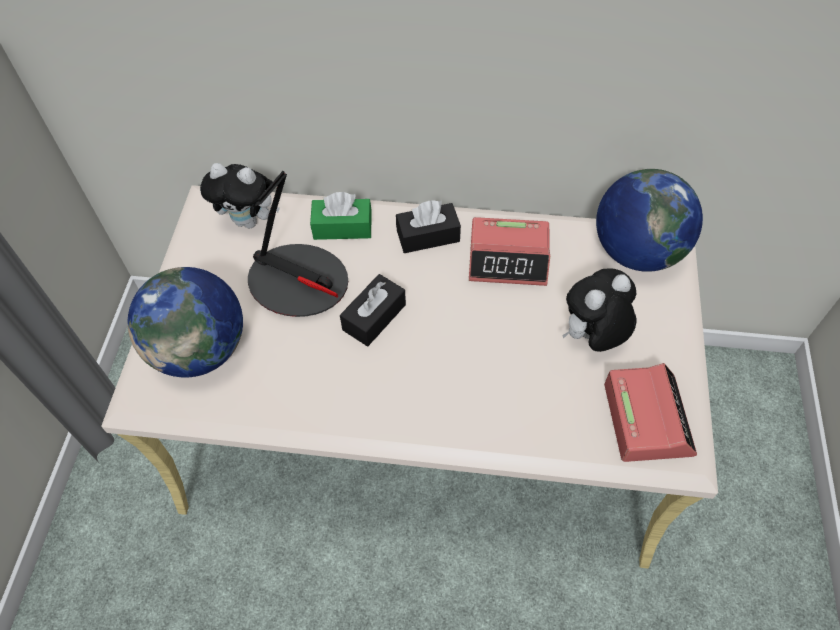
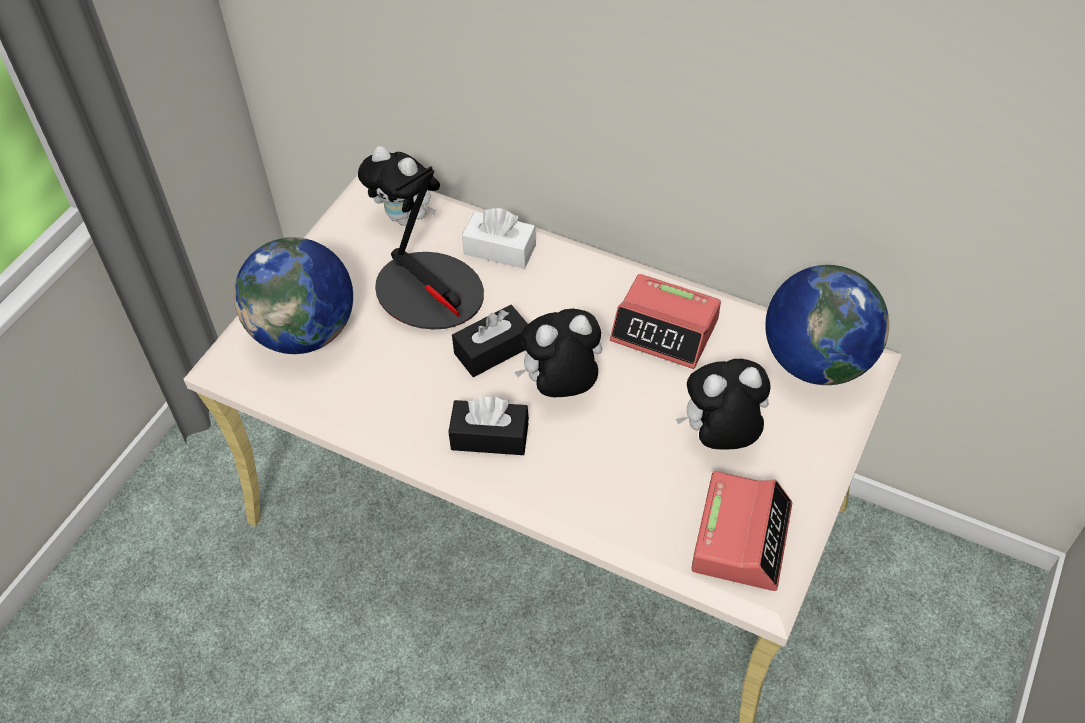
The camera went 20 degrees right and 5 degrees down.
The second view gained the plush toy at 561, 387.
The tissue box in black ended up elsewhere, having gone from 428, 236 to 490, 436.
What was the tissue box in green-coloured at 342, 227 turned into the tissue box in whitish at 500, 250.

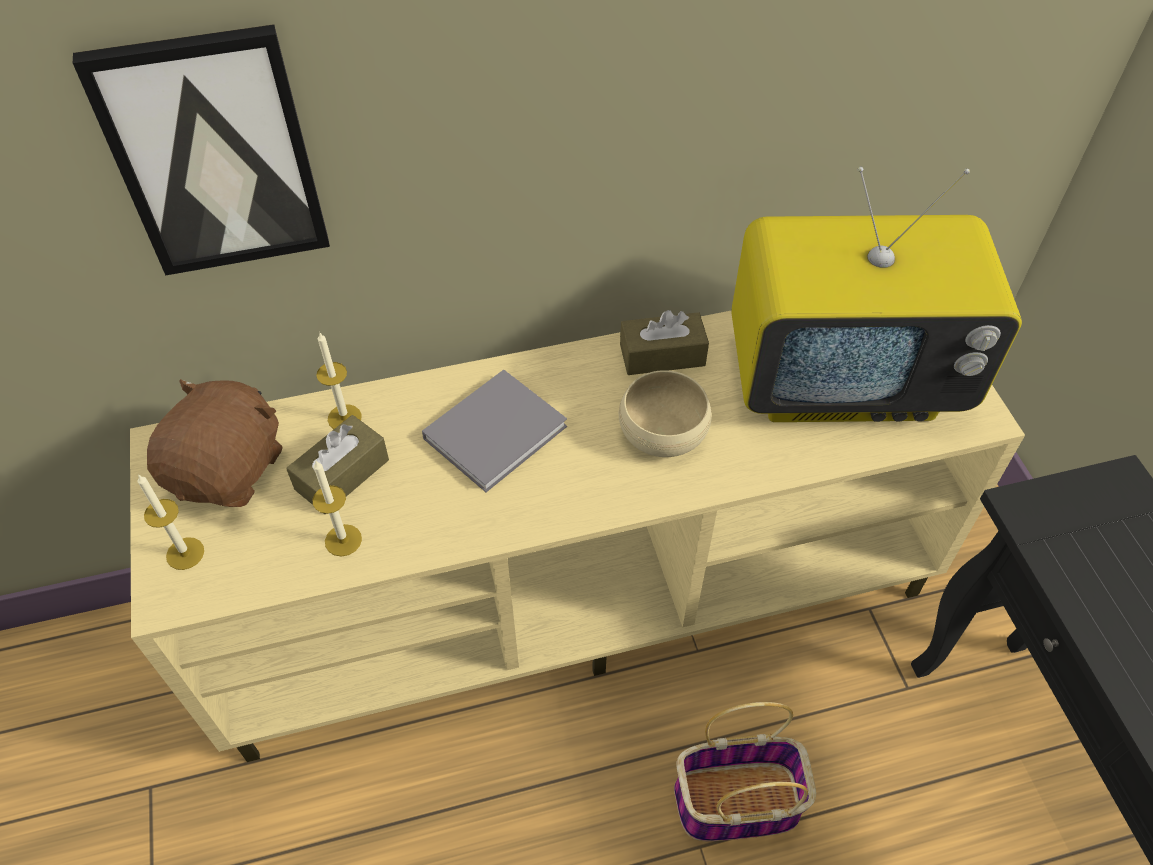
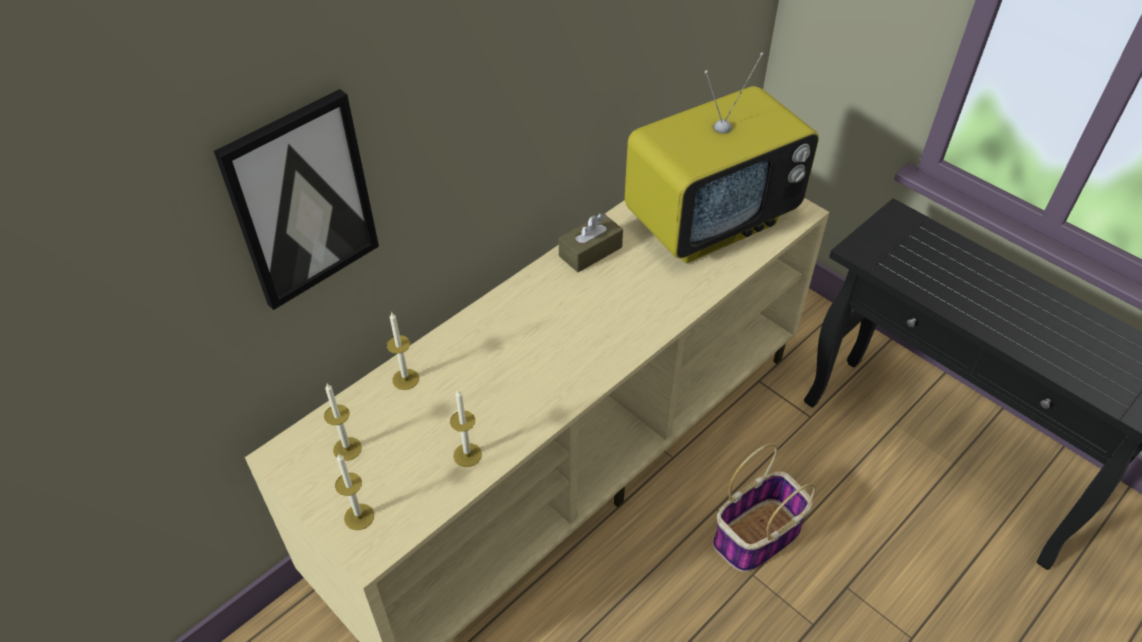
The camera went 30 degrees left and 5 degrees down.
The second view lost the tissue box in brown-coloured at 342, 474.
The second view lost the bound book in greyish at 498, 430.
The second view lost the bowl in beige-coloured at 663, 431.
Where the plush toy in brown-coloured stood at 229, 469, the wax light came to stand at 347, 449.

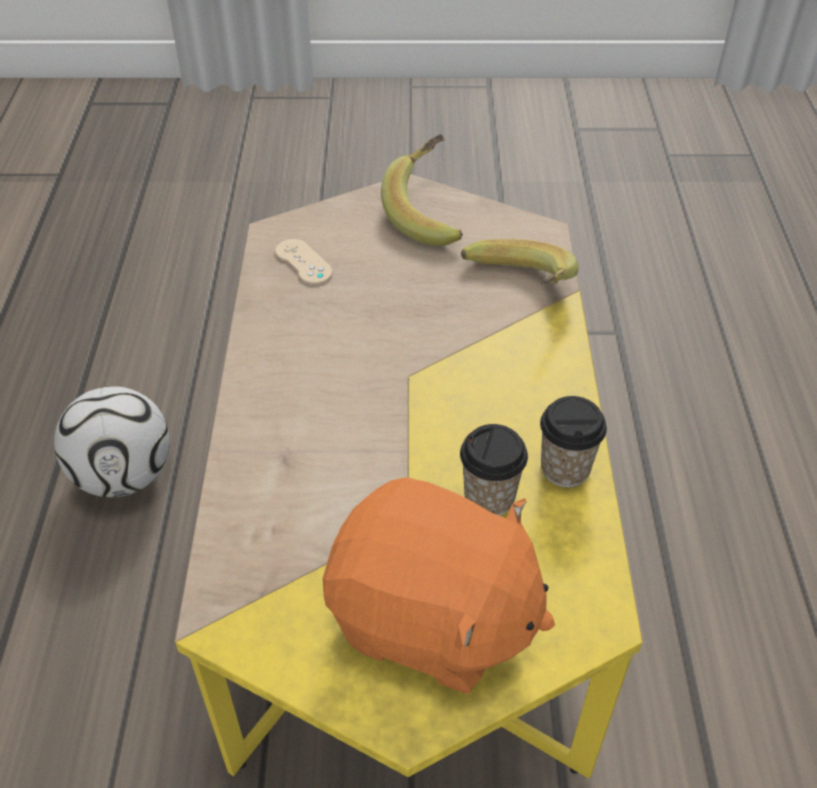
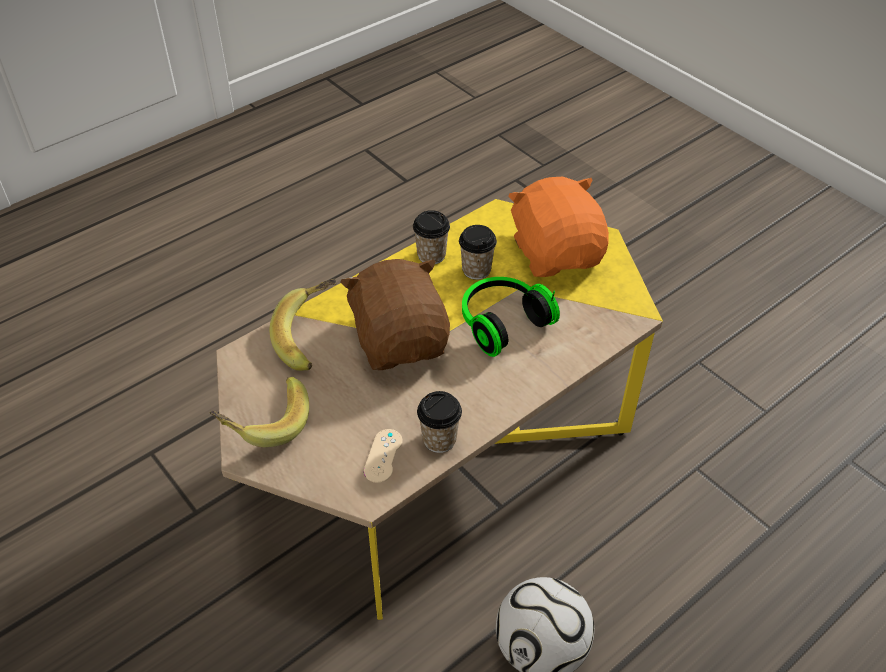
The camera went 130 degrees left and 0 degrees up.
The second view gained the plush toy in brown-coloured at 400, 341.
The second view gained the cup at 439, 439.
The second view gained the headset at 501, 323.

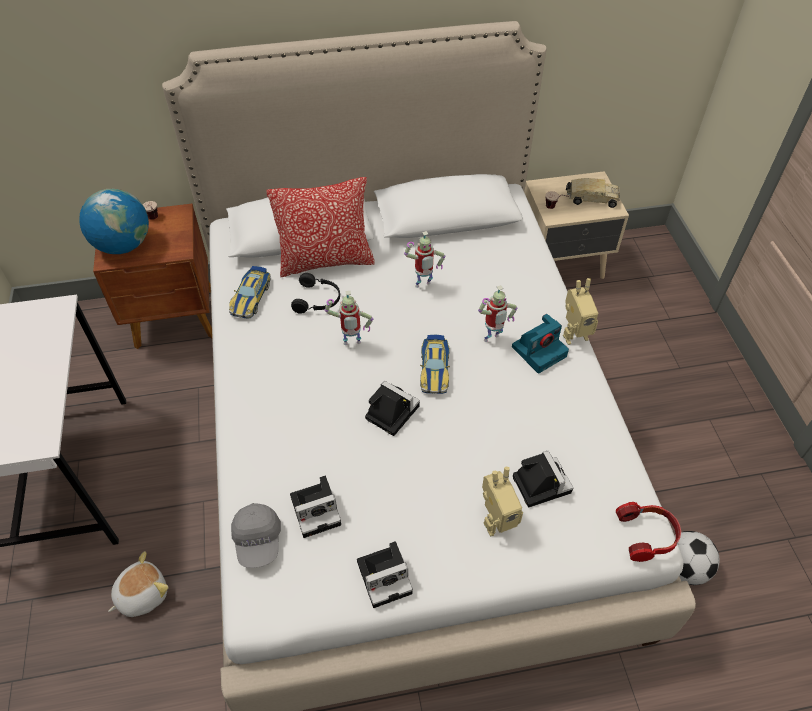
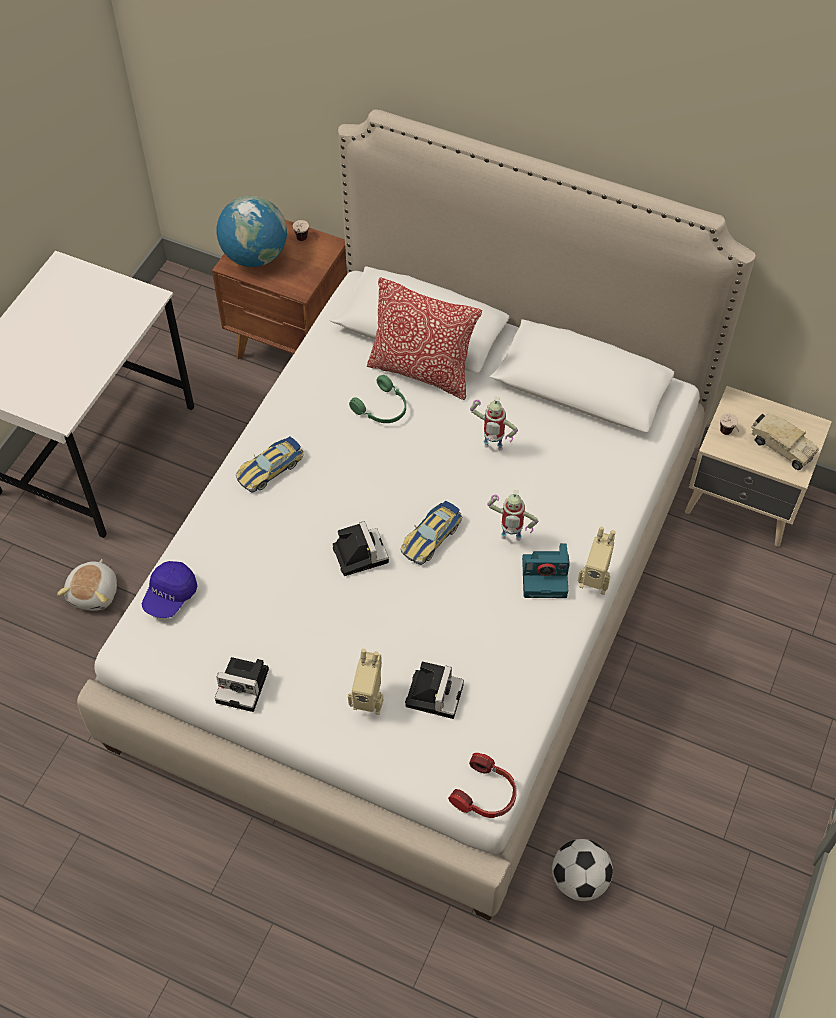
The camera went 35 degrees right and 5 degrees up.
The second view lost the photo camera at 317, 509.
The second view lost the toy robot at 351, 345.
The model car ended up elsewhere, having gone from 251, 297 to 270, 469.
What was the cap in greyish at 258, 540 turned into the cap in bluish at 170, 596.
What was the headset in black at 318, 300 turned into the headset in green-coloured at 382, 408.
The plush toy at 142, 594 ended up facing another way, 105 degrees clockwise from before.

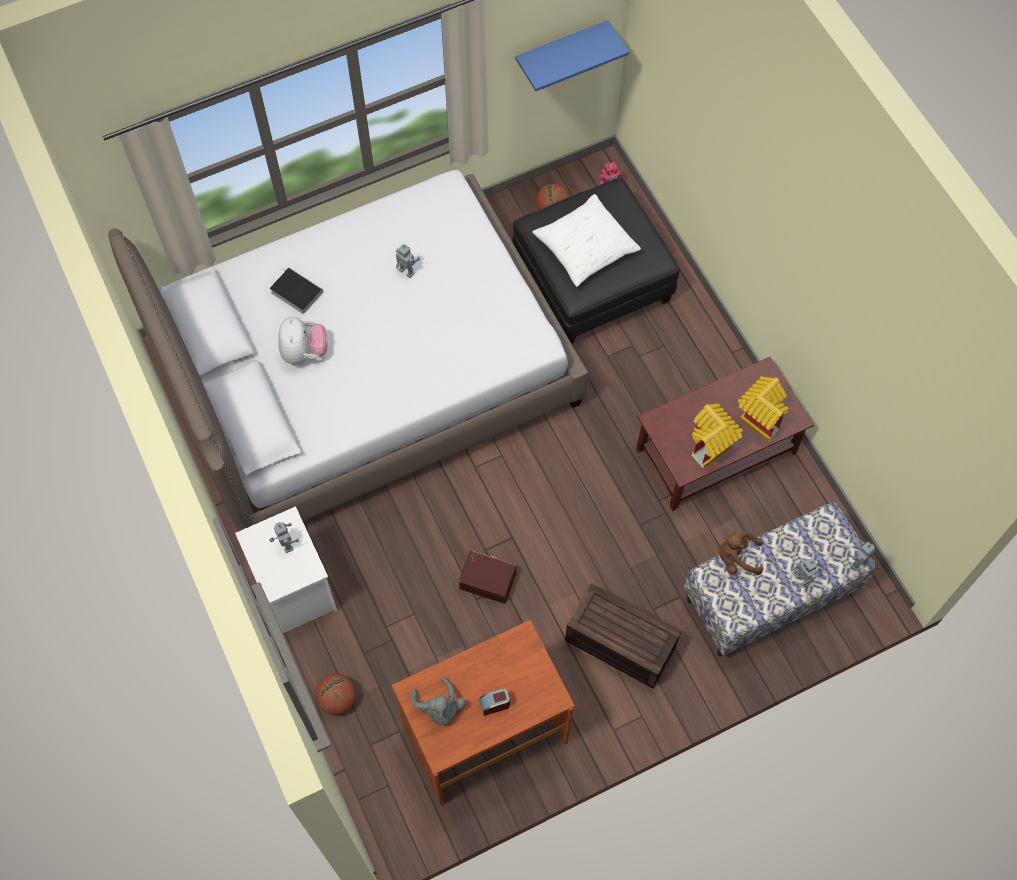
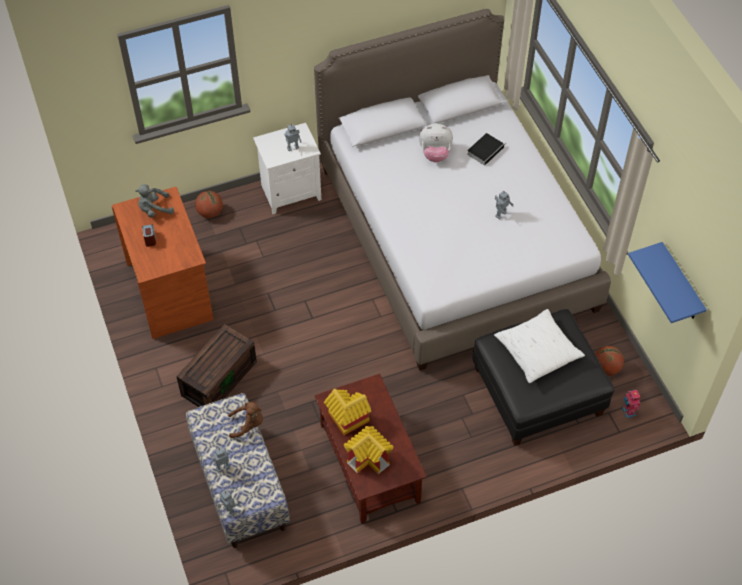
The camera went 95 degrees right and 10 degrees down.
The second view lost the storage bin in brown-coloured at 488, 579.
The plush toy in brown-coloured at 737, 558 ended up facing another way, 75 degrees clockwise from before.

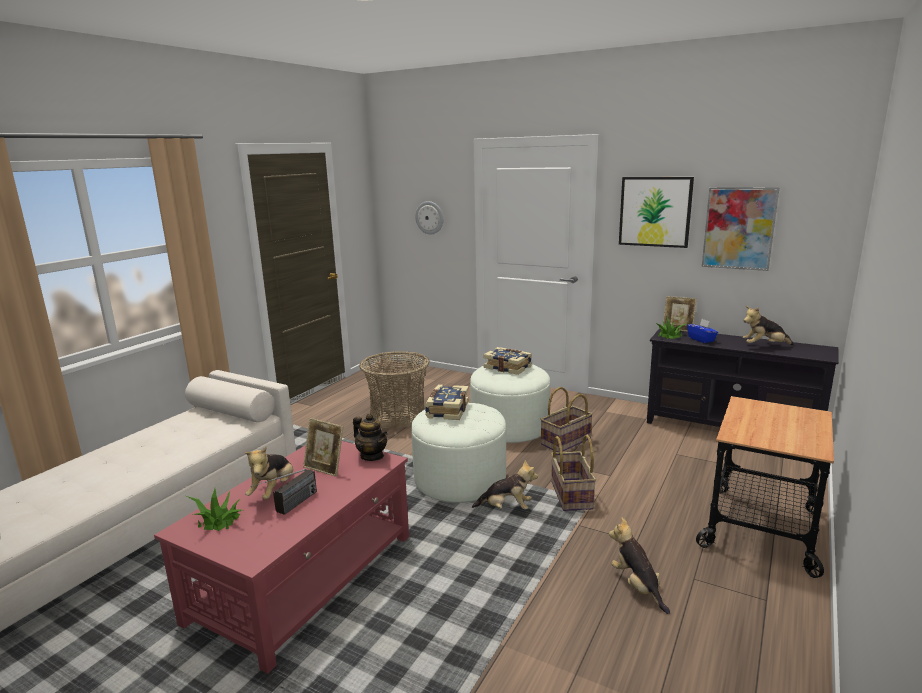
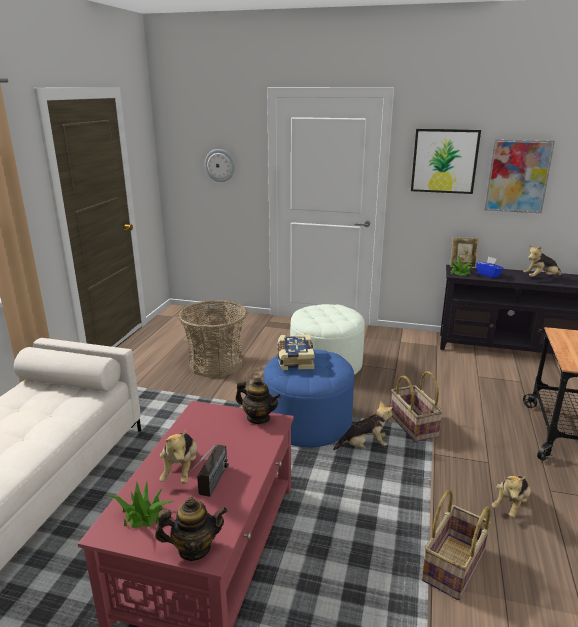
The camera went 15 degrees left and 5 degrees up.
The second view lost the photo frame at 325, 468.
The second view lost the bound book at 508, 367.
The second view gained the tea pot at 194, 548.
The storage basket ended up elsewhere, having gone from 566, 442 to 454, 567.
What was the footrest in whitish at 460, 479 turned into the footrest in bluish at 308, 422.
The plush toy at 637, 586 ended up facing another way, 105 degrees counterclockwise from before.

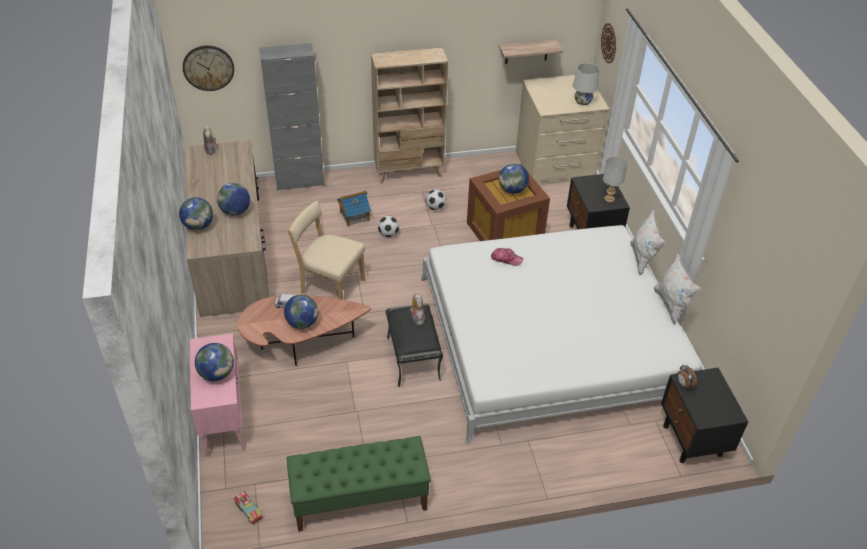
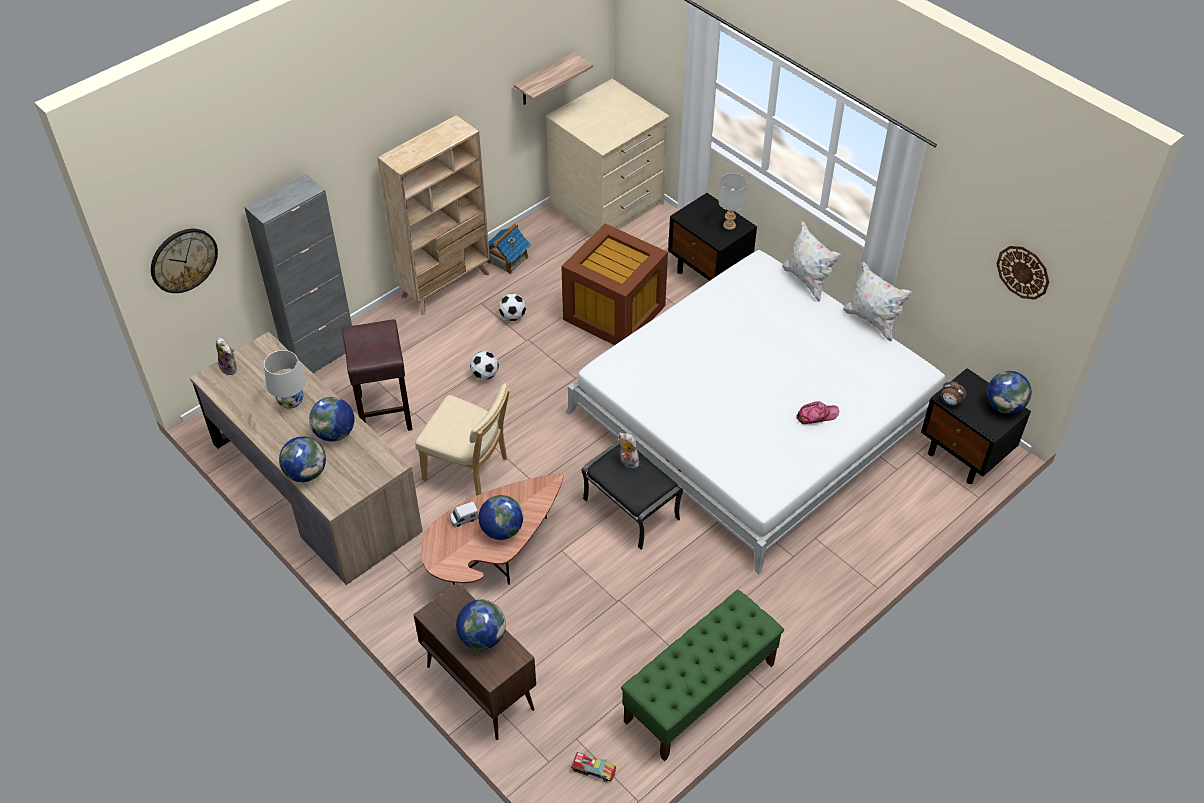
The camera went 30 degrees left and 5 degrees up.
The second view gained the sitting stool in brown-coloured at 385, 413.
The miniature house ended up elsewhere, having gone from 354, 216 to 507, 260.
The cap ended up elsewhere, having gone from 506, 259 to 817, 415.
The world globe ended up elsewhere, having gone from 512, 190 to 1004, 406.
The table lamp in whitish ended up elsewhere, having gone from 582, 101 to 290, 401.
The hanging clock ended up elsewhere, having gone from 609, 43 to 1023, 272.
What was the cupboard in pinkish at 223, 418 turned into the cupboard in brown-coloured at 479, 687.
The upright chair in beige-coloured at 330, 285 ended up facing another way, 150 degrees counterclockwise from before.

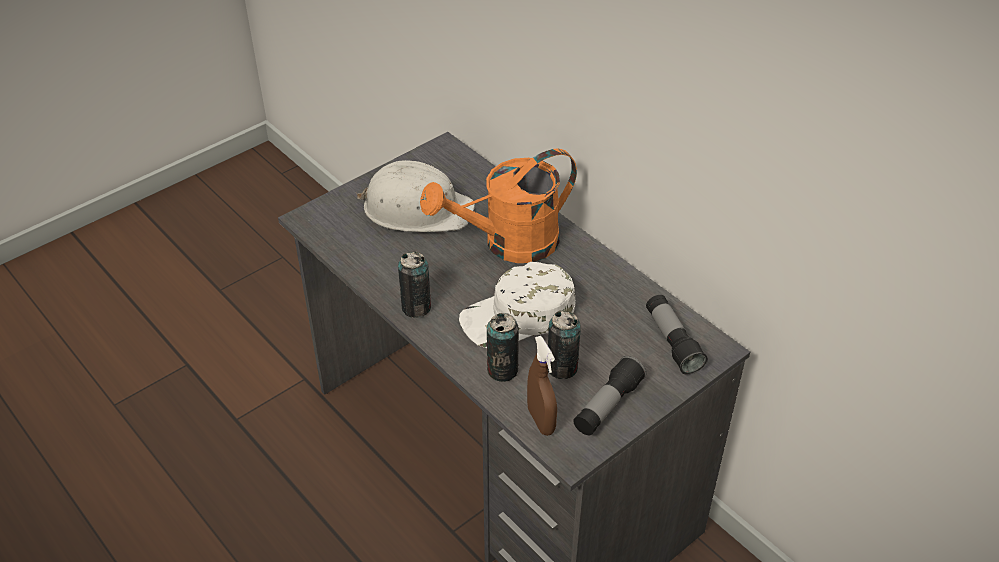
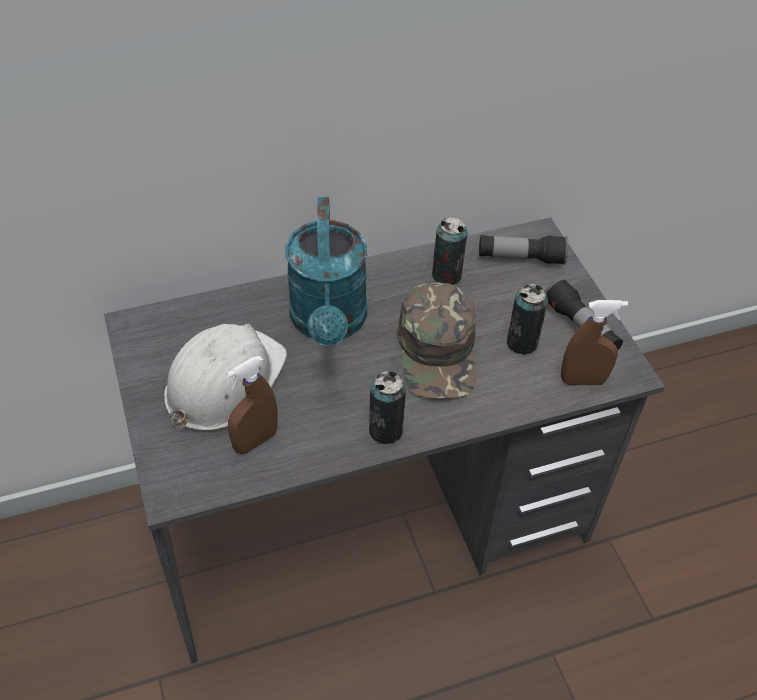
The camera went 70 degrees left and 5 degrees up.
The second view gained the hand sprayer in brown-coloured at 255, 441.
The sealed can ended up elsewhere, having gone from 502, 370 to 446, 275.
What was the watering can in orange-coloured at 508, 244 turned into the watering can in turquoise-coloured at 329, 324.
What was the cap in whitish at 518, 316 turned into the cap in green-coloured at 438, 351.

